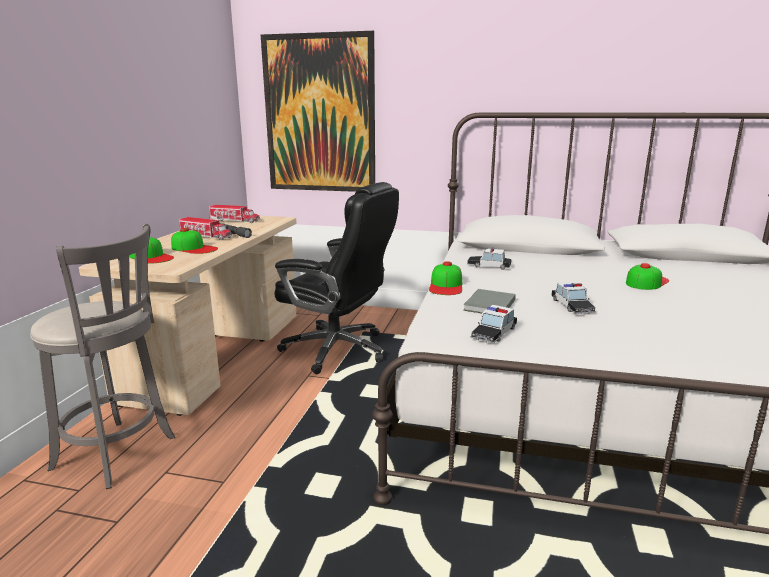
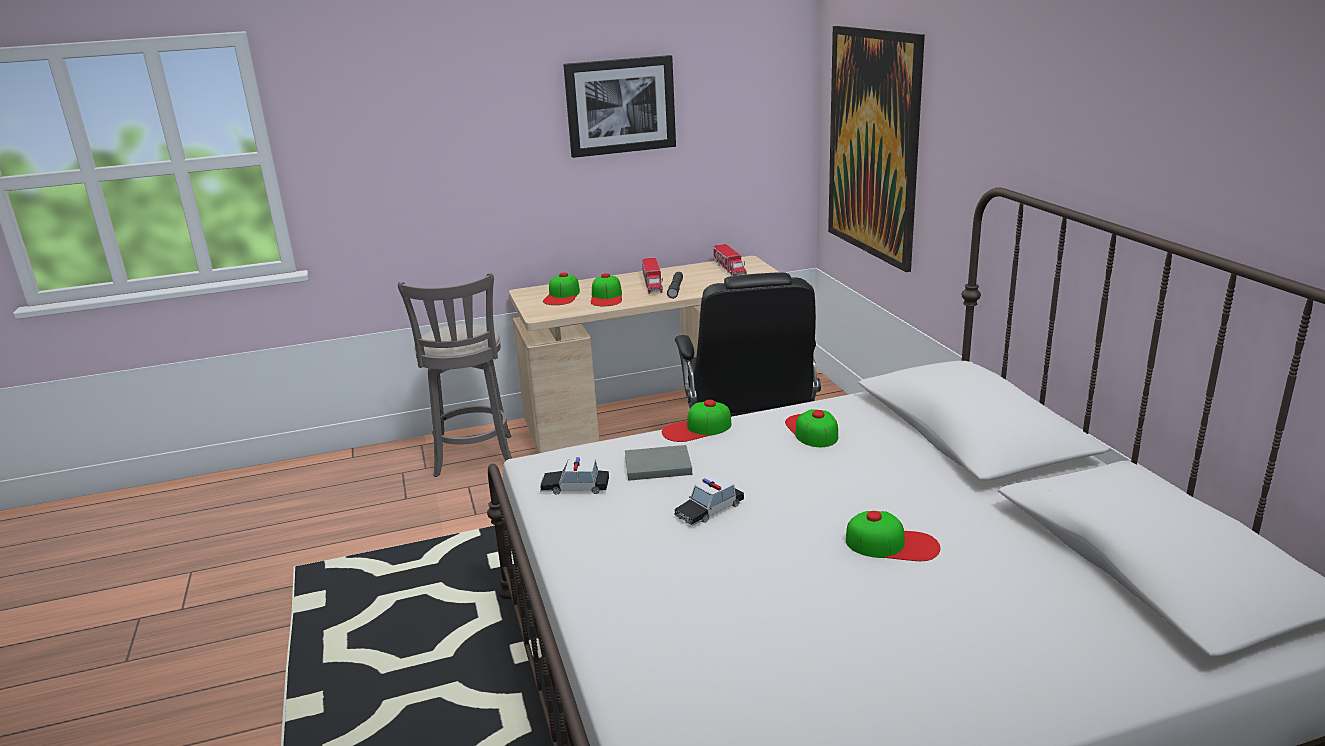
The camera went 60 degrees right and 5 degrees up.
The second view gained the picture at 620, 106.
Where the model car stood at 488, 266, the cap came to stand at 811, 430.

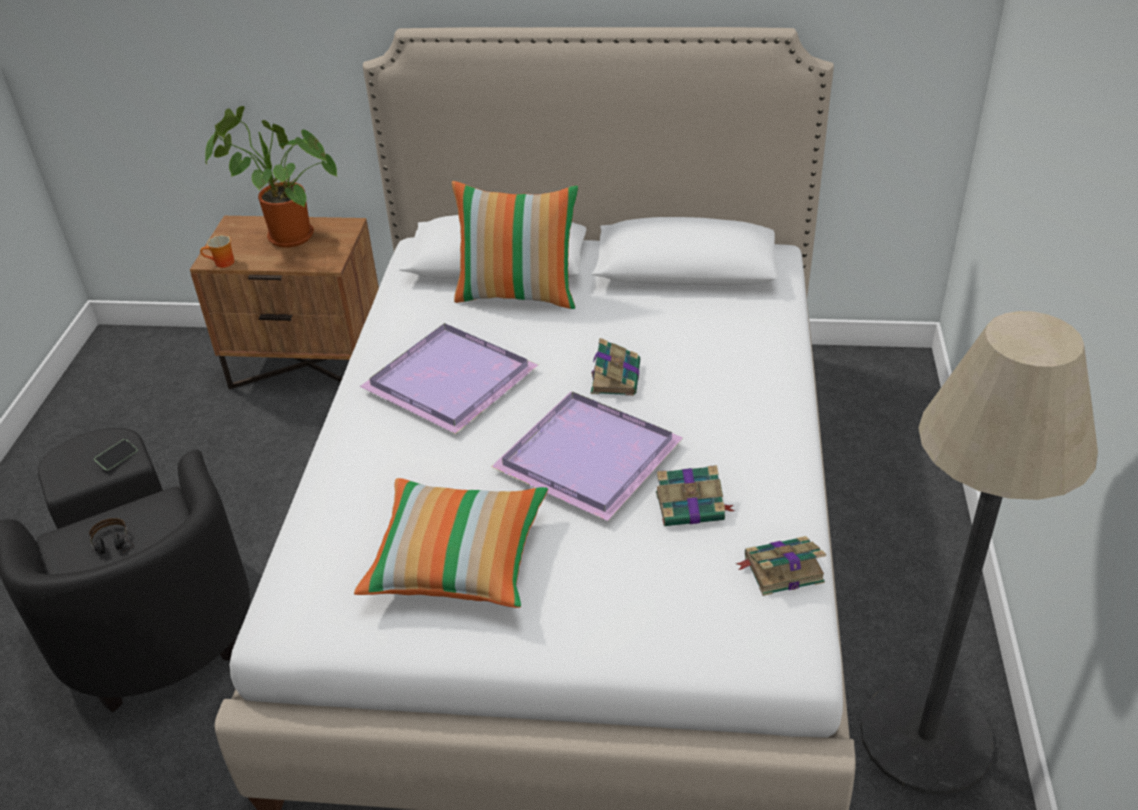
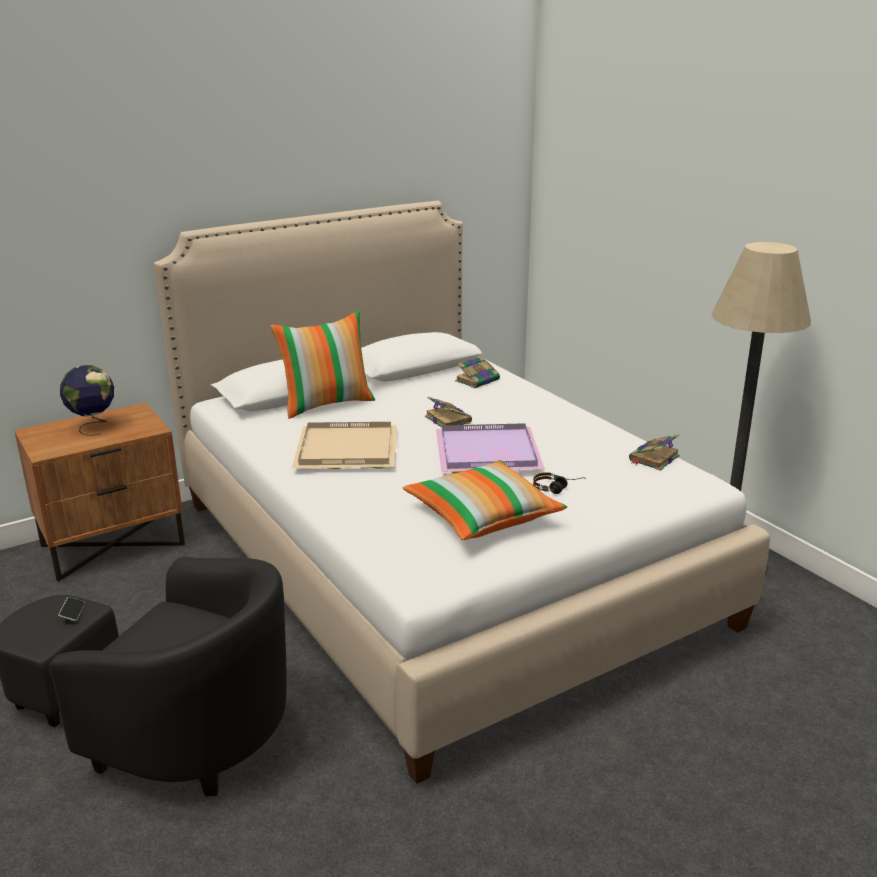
The camera went 40 degrees left and 15 degrees down.
The second view lost the mug at 222, 263.
The headset ended up elsewhere, having gone from 114, 547 to 558, 489.
The bound book ended up elsewhere, having gone from 691, 506 to 478, 380.
Where the potted plant stood at 285, 238, the world globe came to stand at 93, 427.
What was the serving tray in purple-coloured at 450, 382 turned into the serving tray in beige-coloured at 348, 450.

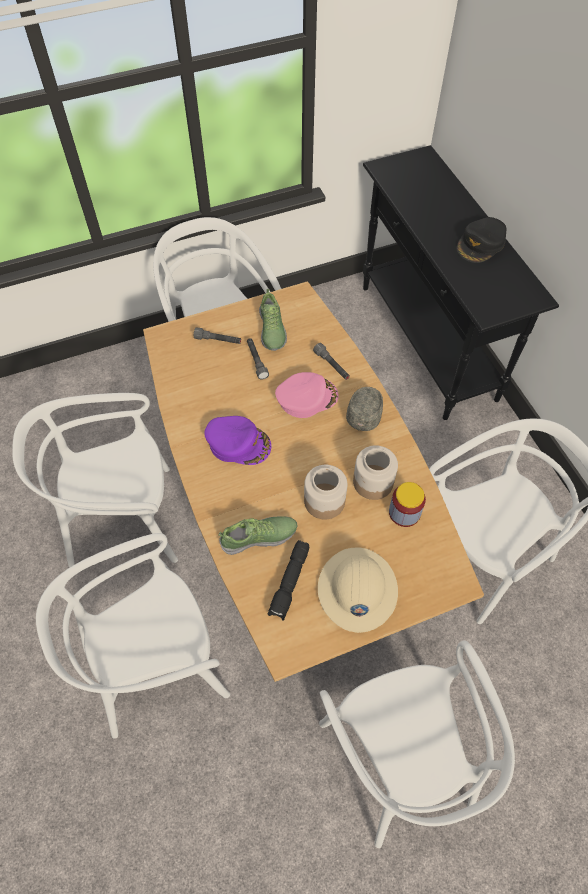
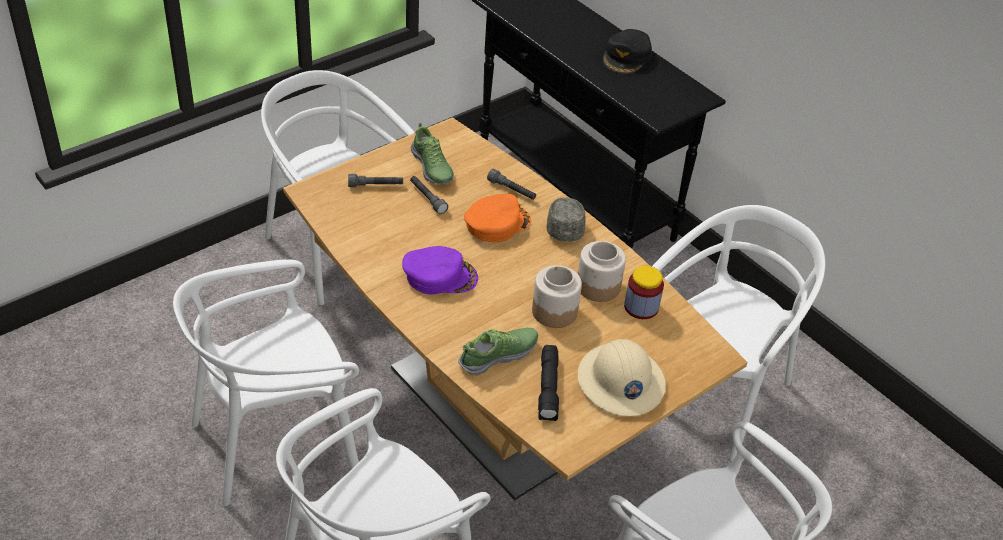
The camera went 20 degrees left and 15 degrees down.
What was the cap in pinkish at 306, 397 turned into the cap in orange-coloured at 496, 223.

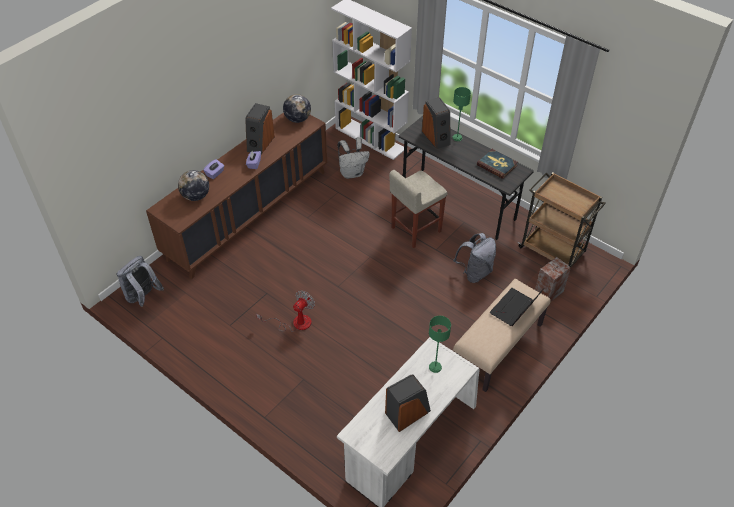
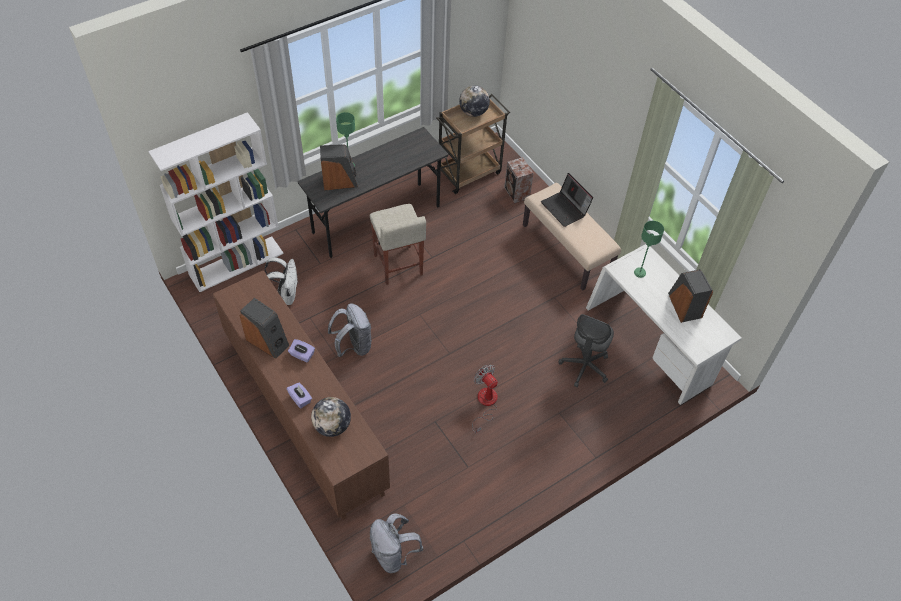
The camera went 75 degrees left and 5 degrees up.
The second view lost the bound book at 497, 165.
The second view gained the desk chair in greyish at 584, 367.
The world globe ended up elsewhere, having gone from 297, 119 to 473, 112.
The backpack in greyish ended up elsewhere, having gone from 474, 272 to 353, 346.

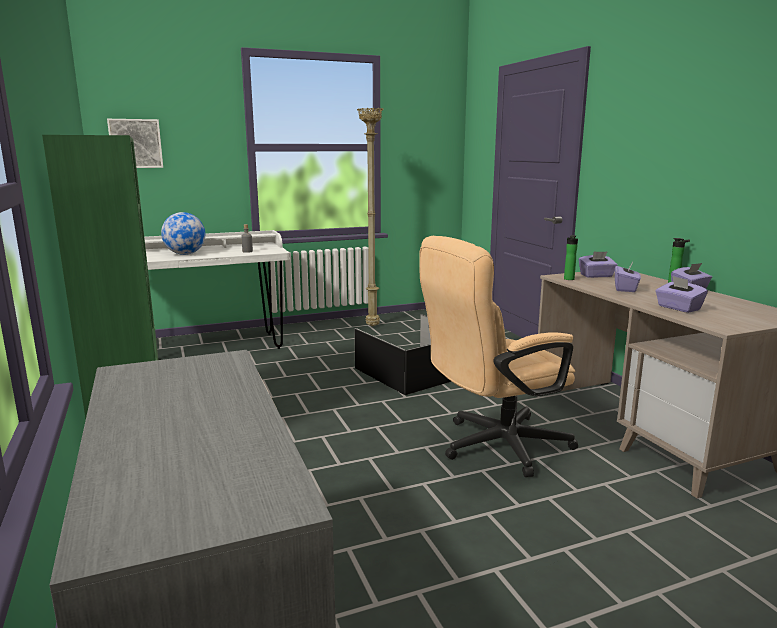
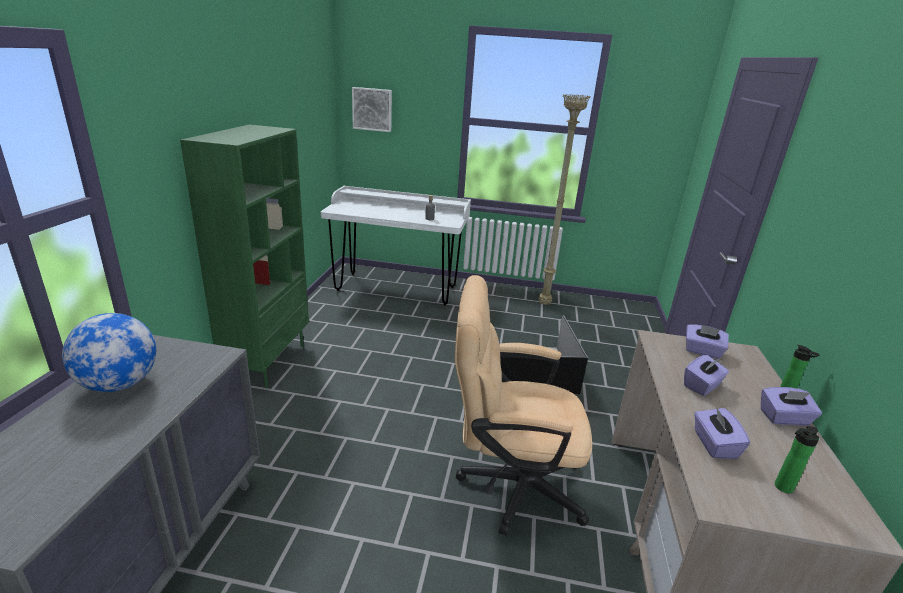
The camera went 30 degrees right and 10 degrees up.
The world globe ended up elsewhere, having gone from 185, 254 to 119, 384.
The bottle ended up elsewhere, having gone from 568, 279 to 782, 488.

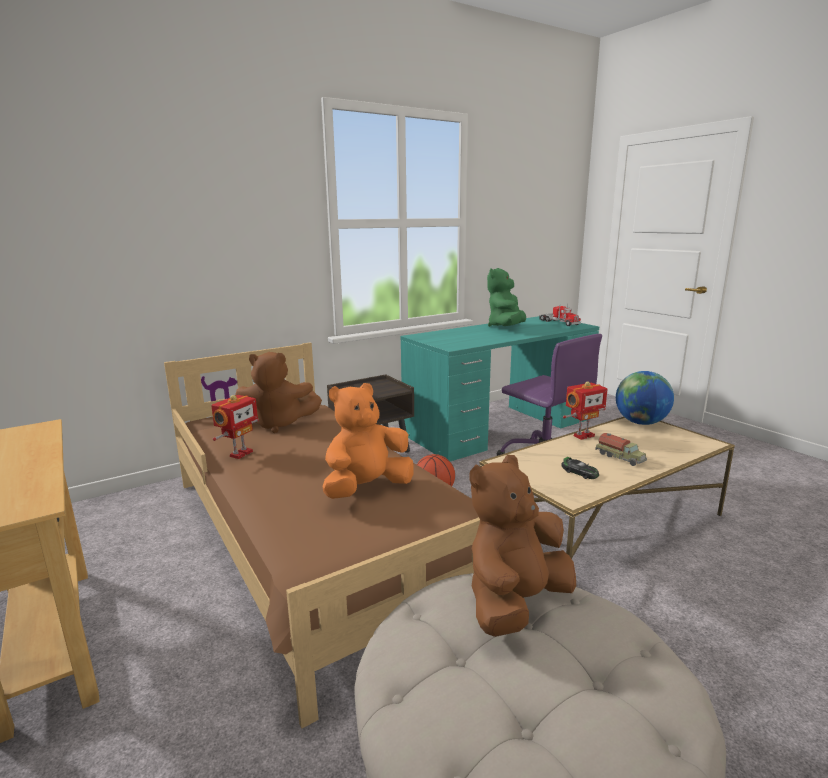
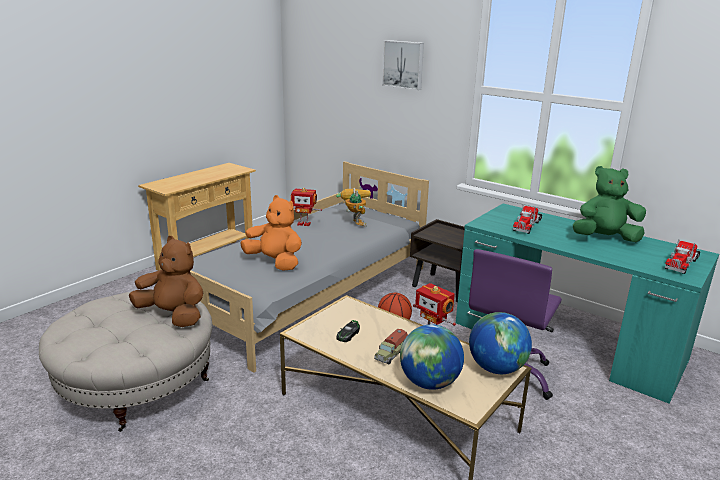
The camera went 70 degrees right and 5 degrees up.
The second view gained the picture at 403, 64.
The second view gained the world globe at 429, 383.
The second view gained the toy lorry at 527, 225.
Where the plush toy in brown-coloured stood at 278, 424, the toy robot came to stand at 354, 223.
What was the bedroom bed in brown-coloured at 315, 540 turned into the bedroom bed in greyish at 308, 295.

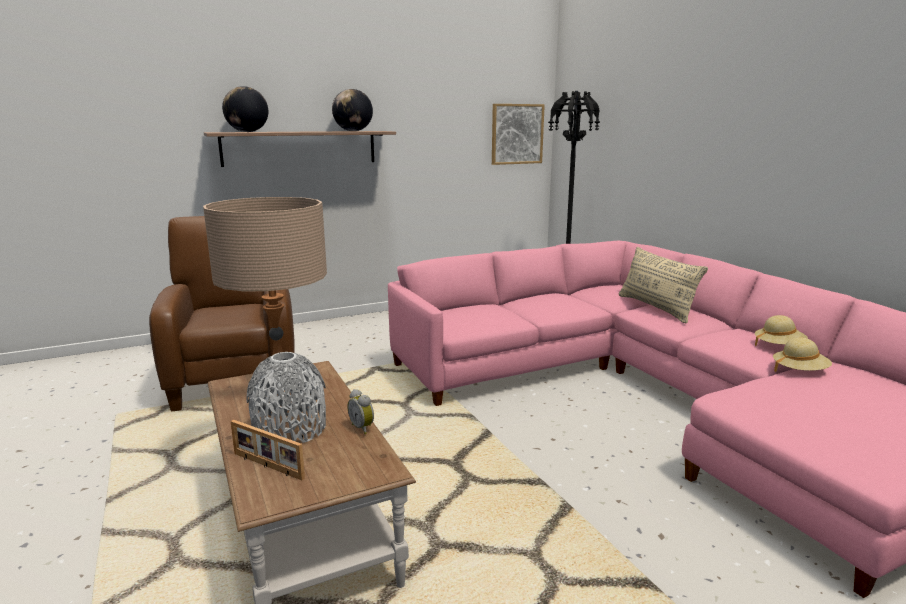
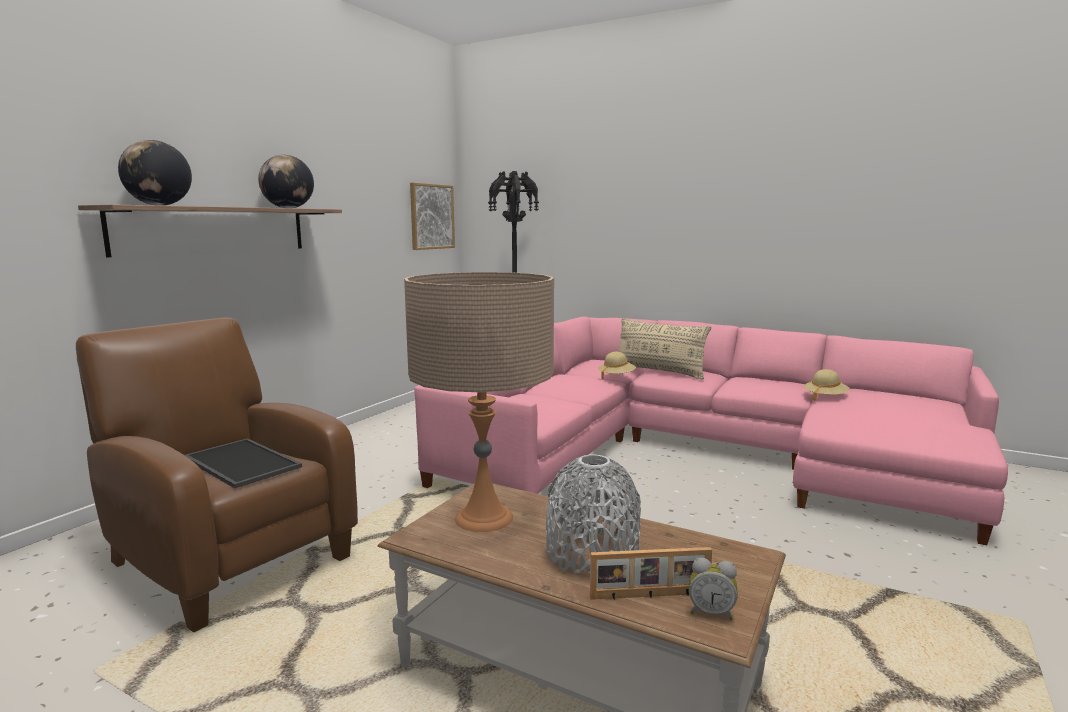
The camera went 35 degrees left and 5 degrees down.
The second view gained the serving tray at 239, 463.
The table clock ended up elsewhere, having gone from 363, 428 to 711, 612.
The wearable hat in beige-coloured ended up elsewhere, having gone from 778, 346 to 616, 377.

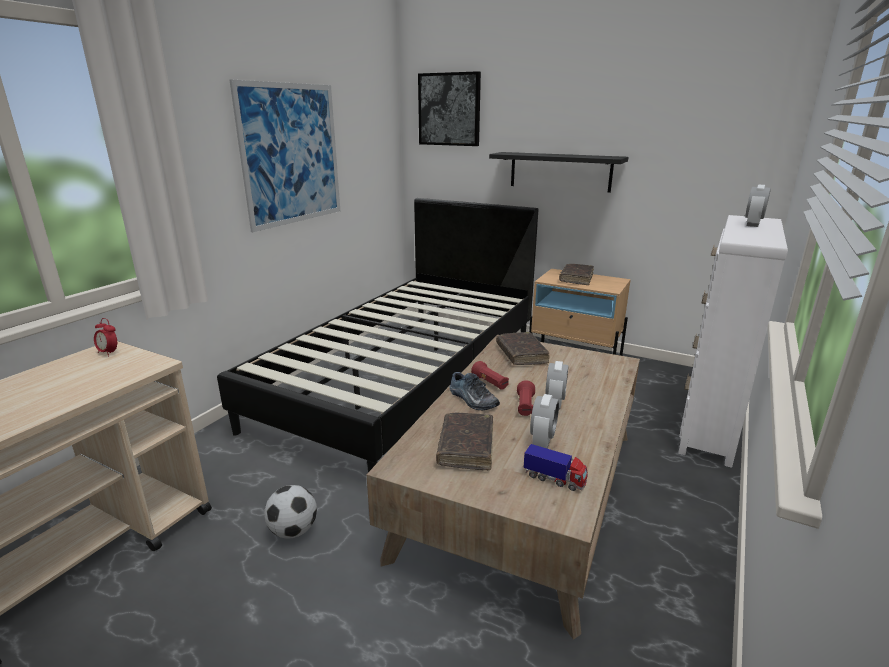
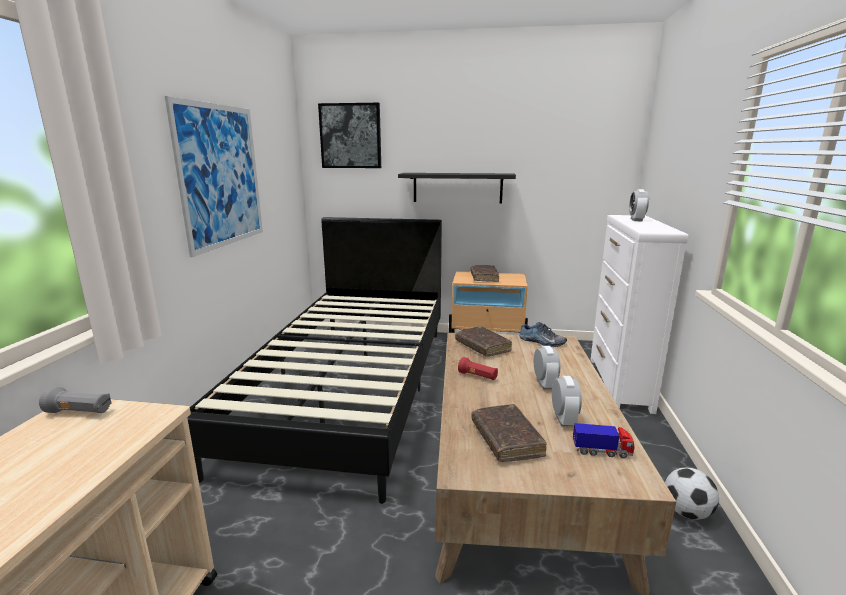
The camera went 20 degrees left and 5 degrees down.
The second view lost the torch in red-coloured at 525, 406.
The ball for football ended up elsewhere, having gone from 293, 531 to 686, 512.
The shoe ended up elsewhere, having gone from 472, 400 to 541, 342.
Where the table clock stood at 109, 353, the torch in greyish came to stand at 80, 412.

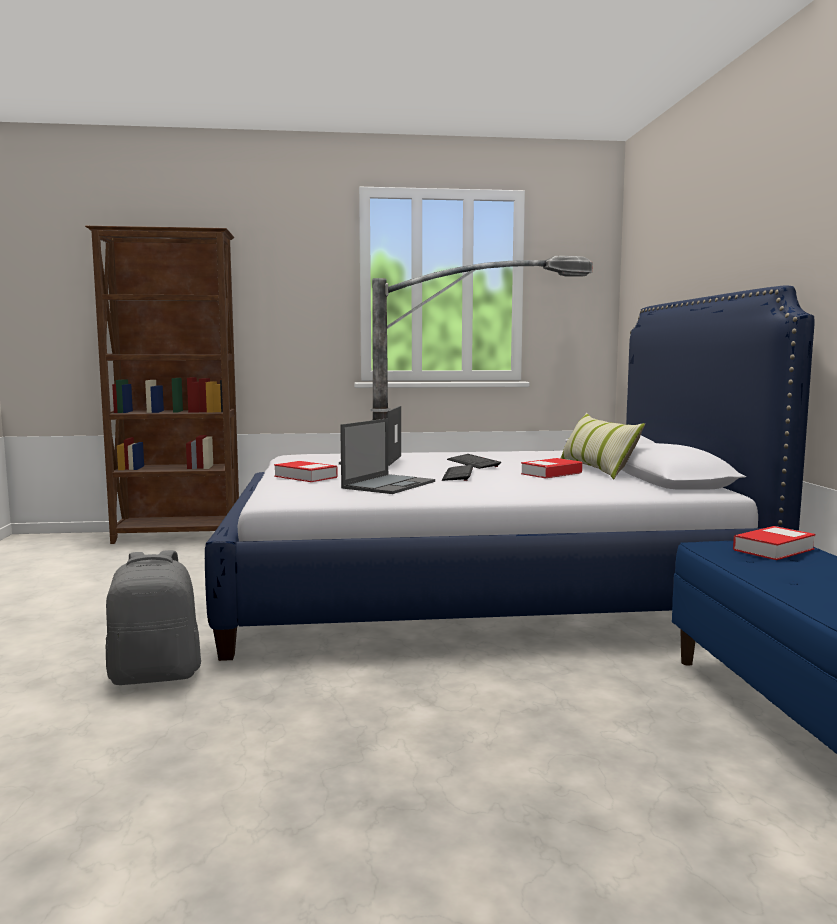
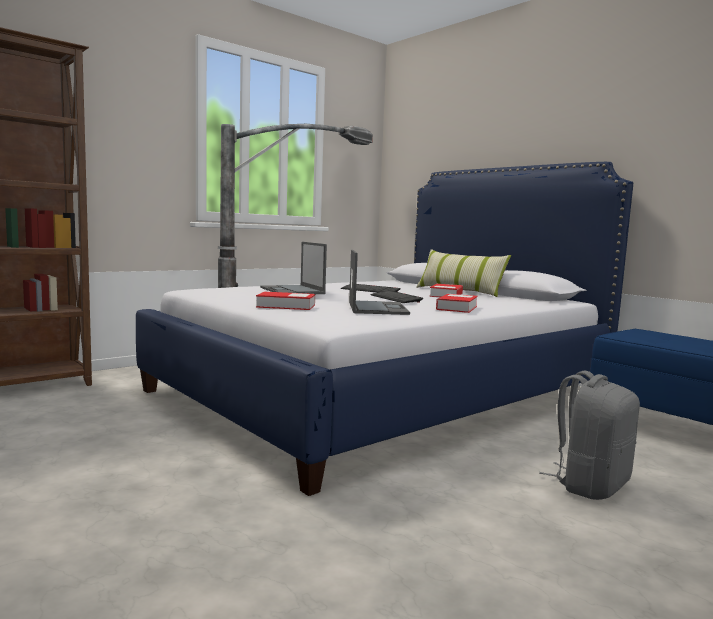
The camera went 35 degrees left and 0 degrees up.
The backpack in greyish ended up elsewhere, having gone from 156, 675 to 590, 485.
The bound book ended up elsewhere, having gone from 773, 549 to 457, 308.

